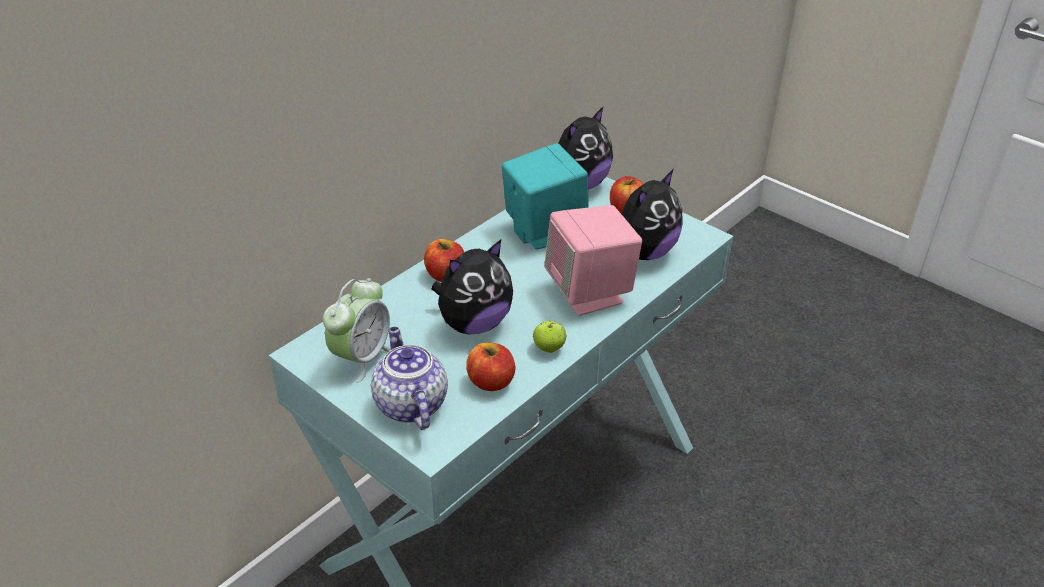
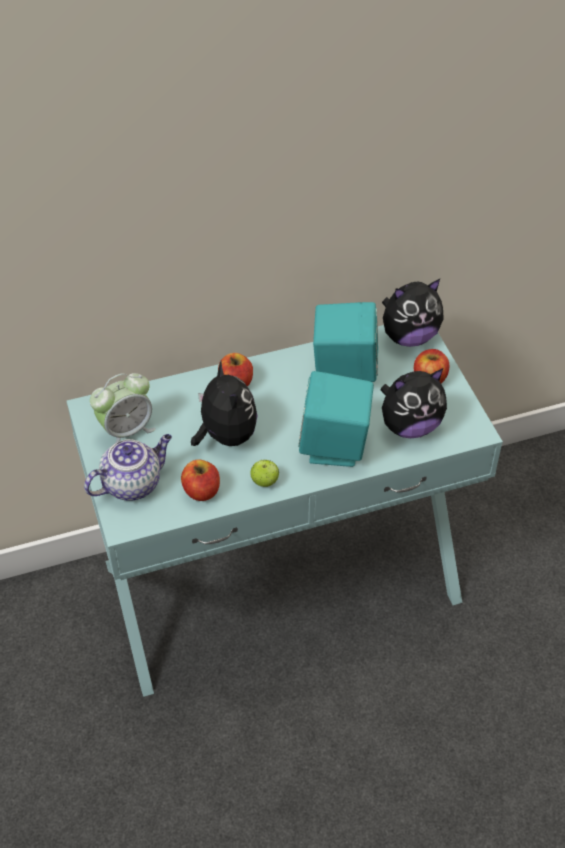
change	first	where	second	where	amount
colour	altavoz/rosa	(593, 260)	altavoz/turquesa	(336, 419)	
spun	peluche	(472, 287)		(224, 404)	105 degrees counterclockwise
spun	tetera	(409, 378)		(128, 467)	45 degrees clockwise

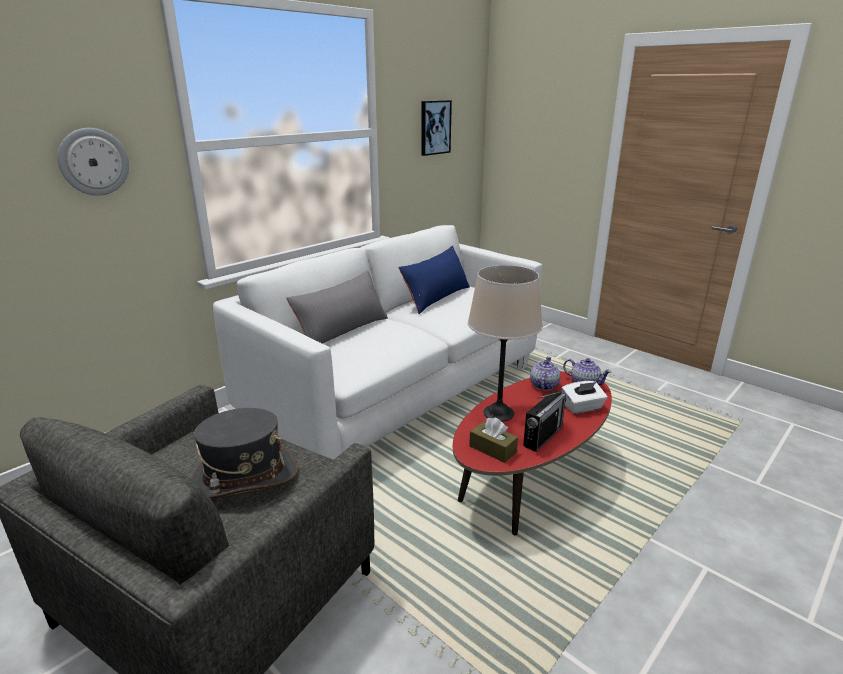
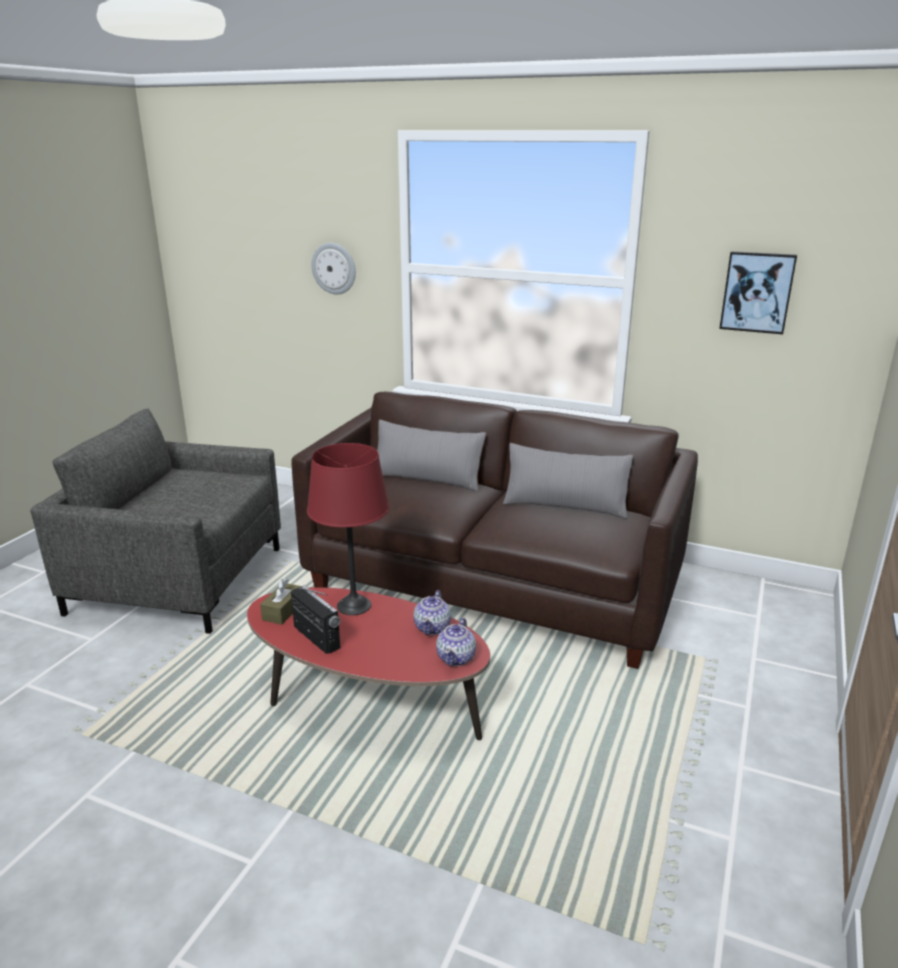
change	first	where	second	where	amount
colour	sofá/blanco	(377, 342)	sofá/marrón	(495, 530)	
colour	cojín/azul	(434, 280)	cojín/gris	(568, 481)	
colour	lámpara de mesa/beis	(505, 343)	lámpara de mesa/rojo	(348, 529)	
spun	tetera	(545, 373)		(432, 612)	105 degrees clockwise
missing	caja de pañuelos/blanco	(584, 397)			
spun	radio	(545, 421)		(315, 619)	150 degrees counterclockwise
missing	sombrero/gris	(244, 453)			

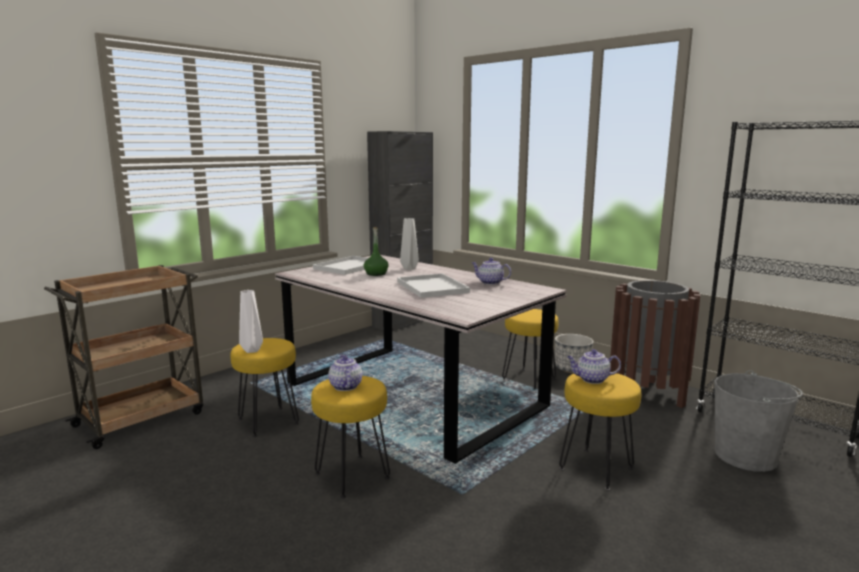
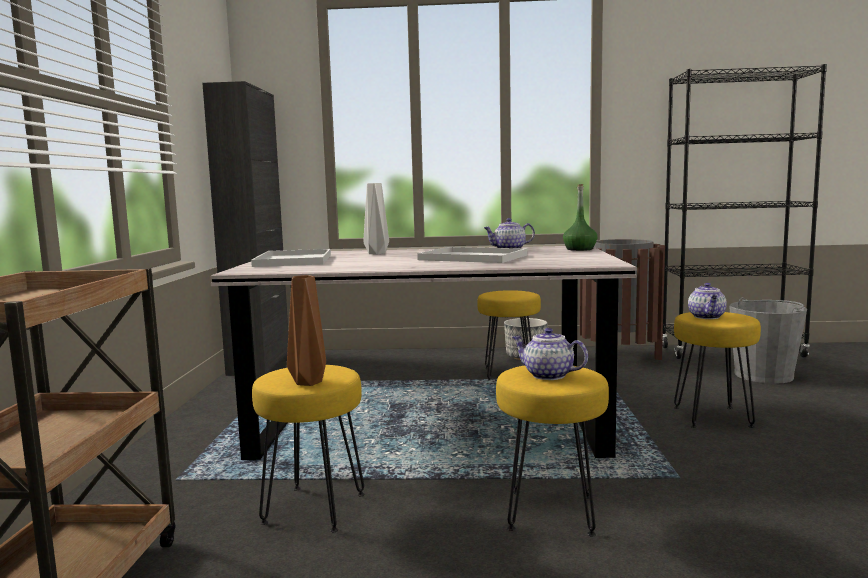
change	first	where	second	where	amount
relocated	botella/verde	(376, 251)		(580, 217)	
colour	florero/blanco	(251, 321)	florero/marrón	(306, 330)	
spun	tetera	(594, 366)		(707, 301)	45 degrees counterclockwise

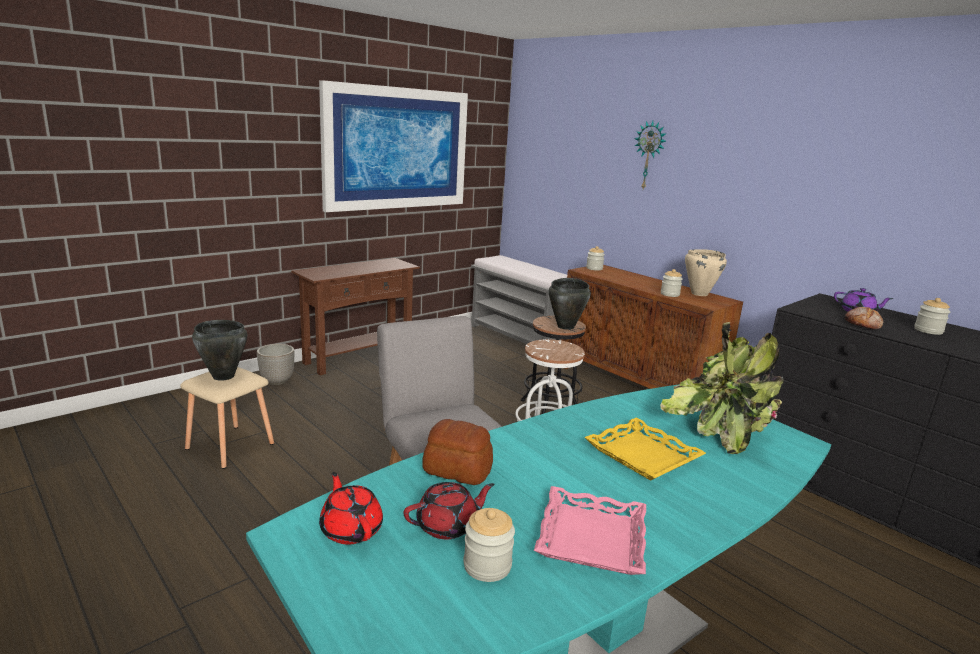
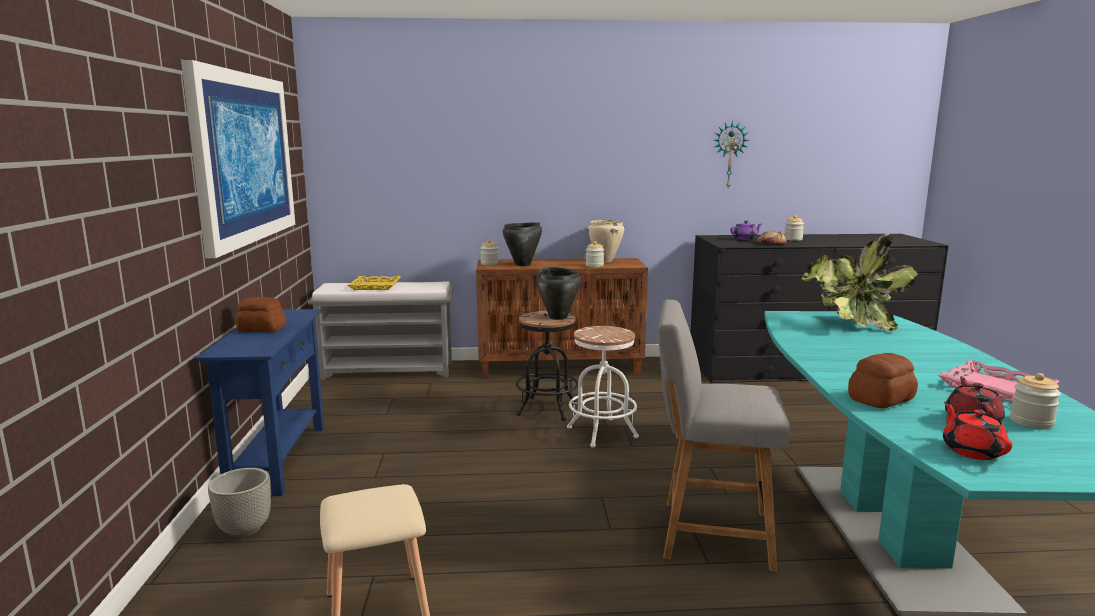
change	first	where	second	where	amount
relocated	reloj de pared	(650, 155)		(731, 154)	
colour	mesa consola/marrón	(355, 316)	mesa consola/azul	(259, 402)	
relocated	olla/negro	(219, 350)		(522, 244)	
relocated	bandeja/amarillo	(645, 449)		(374, 283)	
spun	tetera/rojo	(351, 508)		(977, 431)	75 degrees clockwise
appeared			pan	(260, 314)	

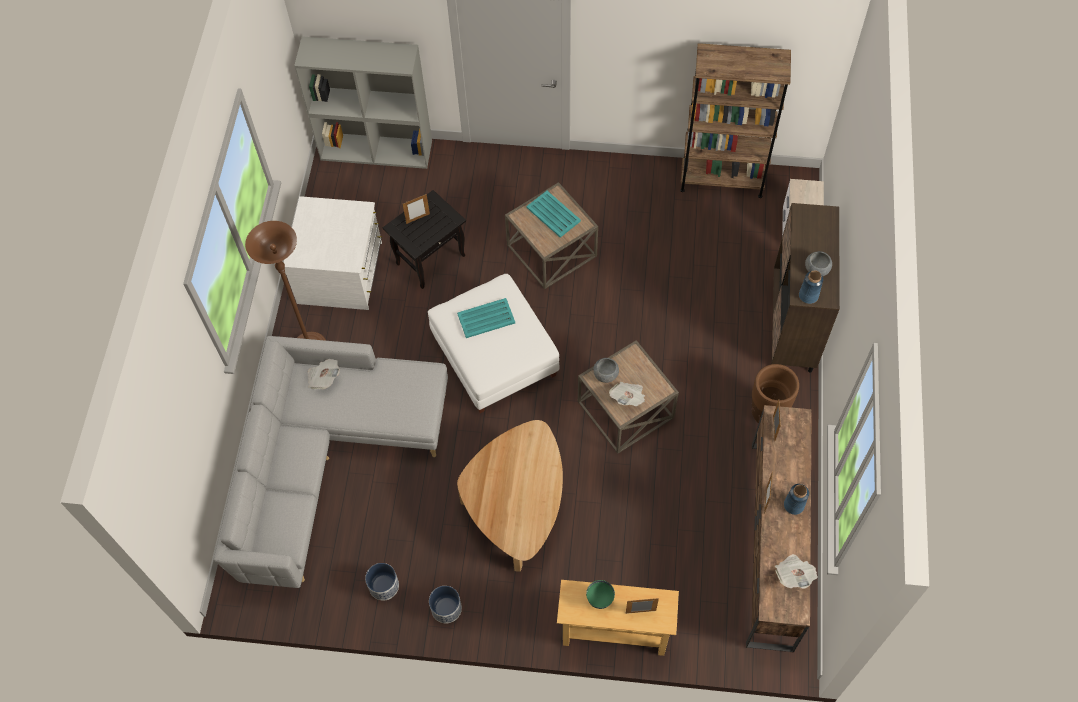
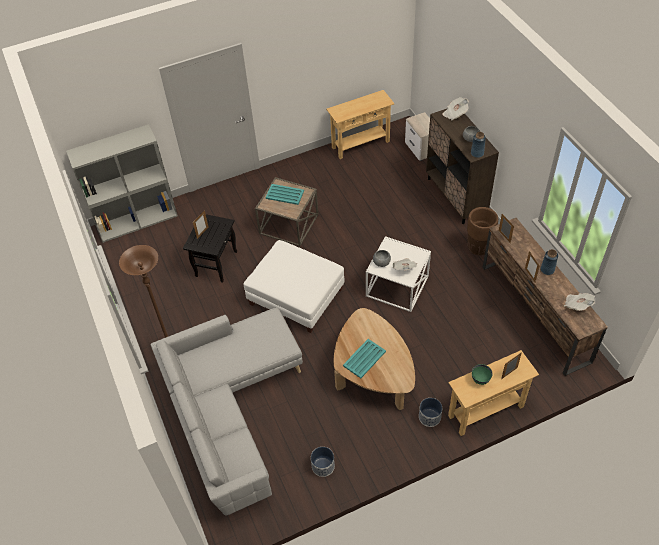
change	first	where	second	where	amount
exchanged	estantería/marrón	(735, 120)	mesa consola/beis	(360, 124)	
missing	cómoda/blanco	(333, 253)			
relocated	bandeja/turquesa	(486, 318)		(364, 358)	
colour	mesa auxiliar/marrón	(628, 397)	mesa auxiliar/blanco	(398, 274)	
relocated	periódico	(324, 374)		(455, 108)	
relocated	maceta	(445, 604)		(430, 412)	

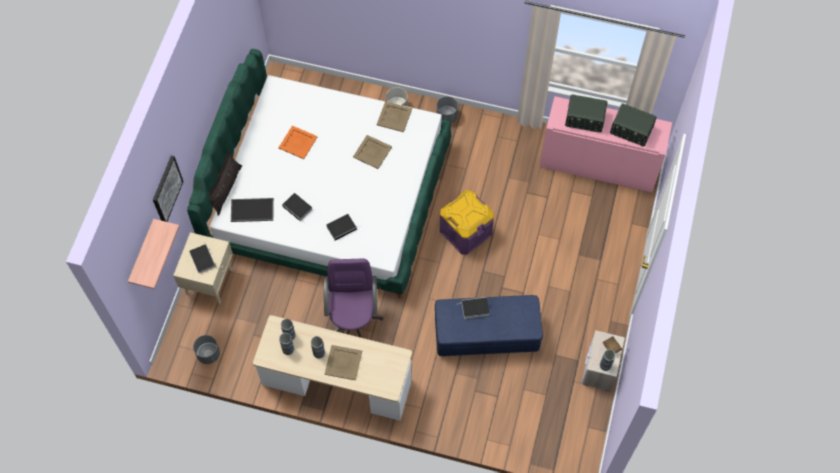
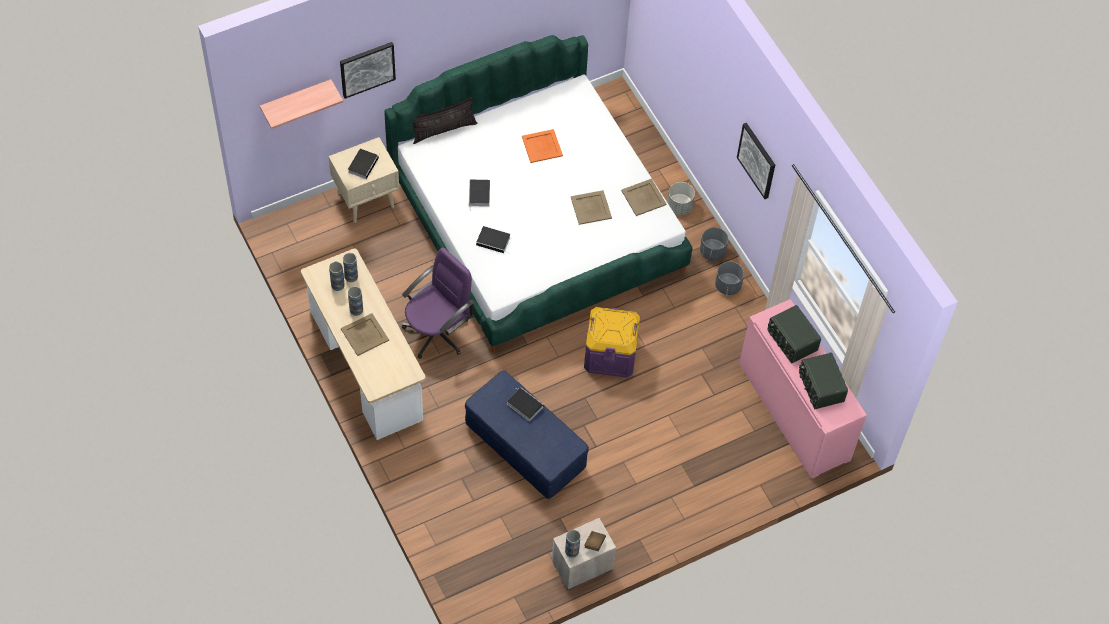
change	first	where	second	where	amount
missing	bandeja	(252, 210)			
relocated	maceta/gris	(206, 349)		(729, 278)	
appeared			cuadro	(756, 161)	

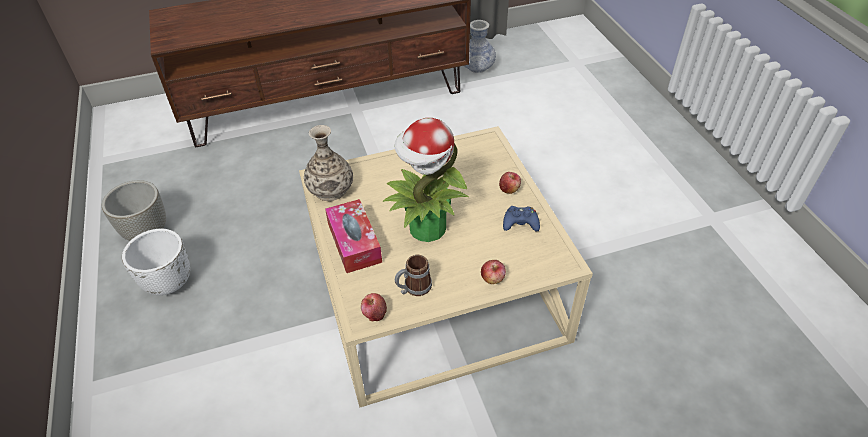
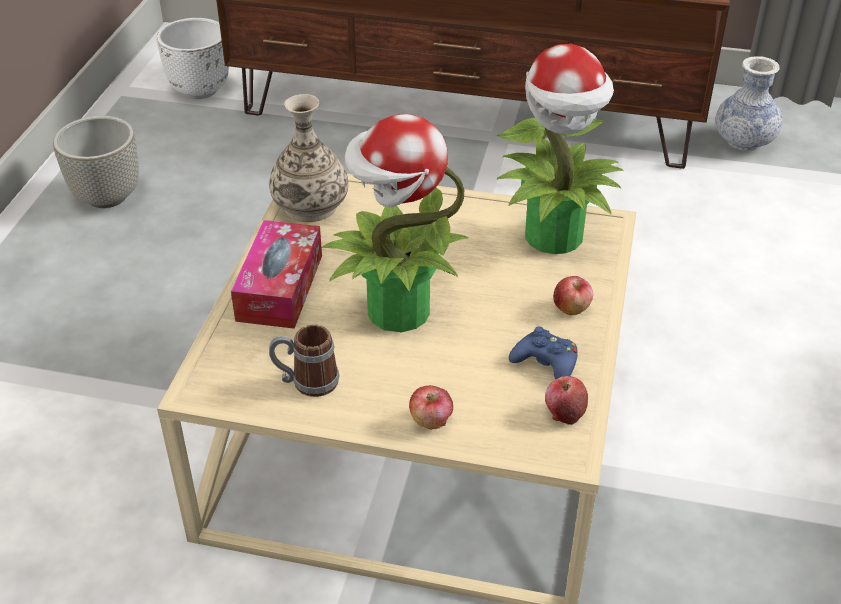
change	first	where	second	where	amount
relocated	maceta/blanco	(156, 262)		(193, 58)	
relocated	manzana	(374, 307)		(566, 400)	
appeared			planta en maceta	(560, 149)	

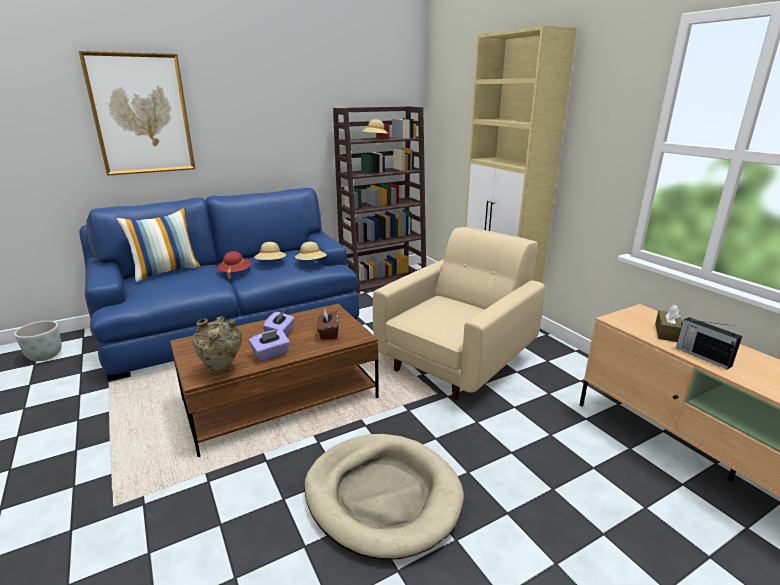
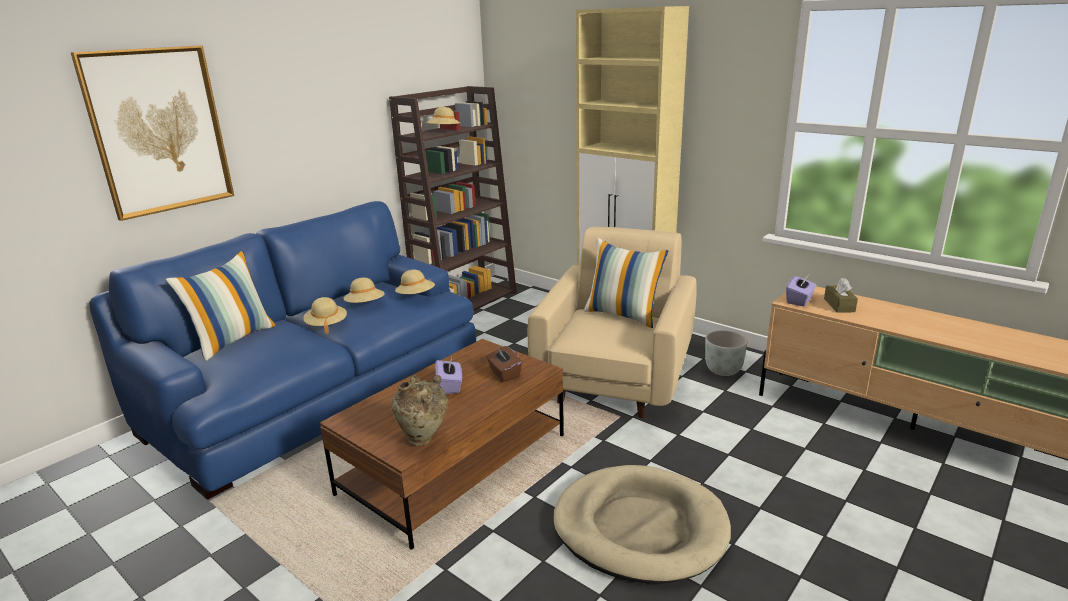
change	first	where	second	where	amount
colour	sombrero/rojo	(234, 265)	sombrero/beis	(325, 315)	
missing	radio	(709, 343)			
relocated	maceta/gris	(38, 341)		(726, 353)	
relocated	caja de pañuelos/morado	(269, 345)		(801, 290)	
appeared			cojín	(626, 283)	

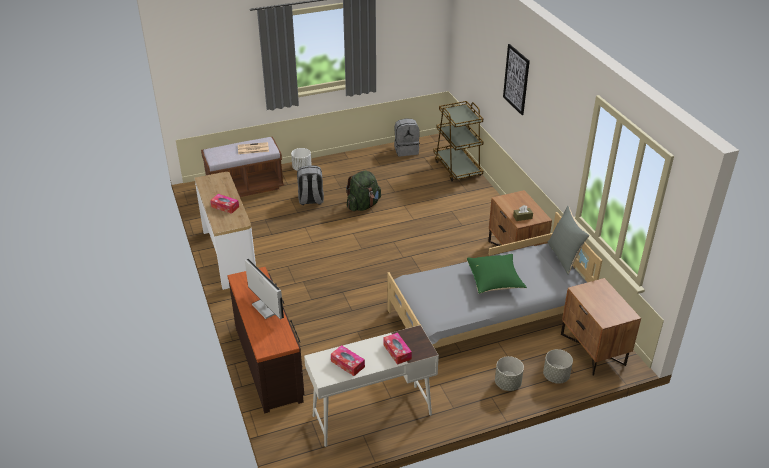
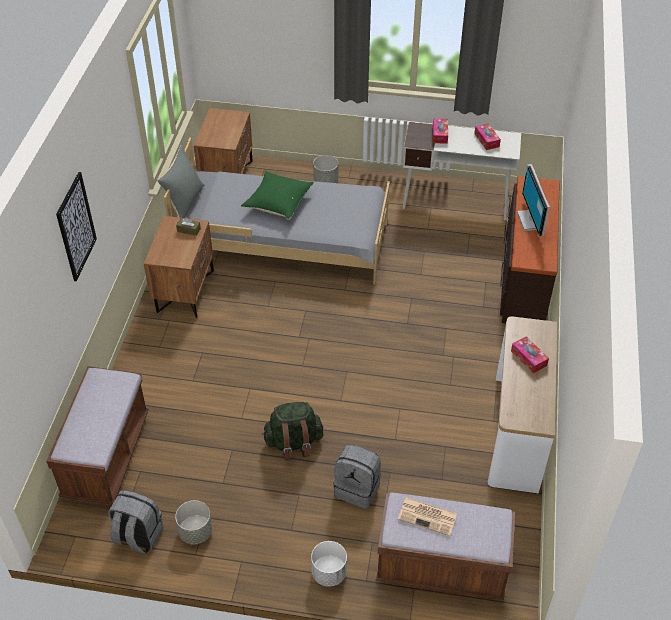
change	first	where	second	where	amount
exchanged	carrito/marrón	(458, 141)	banco/marrón	(97, 435)	
relocated	maceta/gris	(558, 366)		(193, 522)	

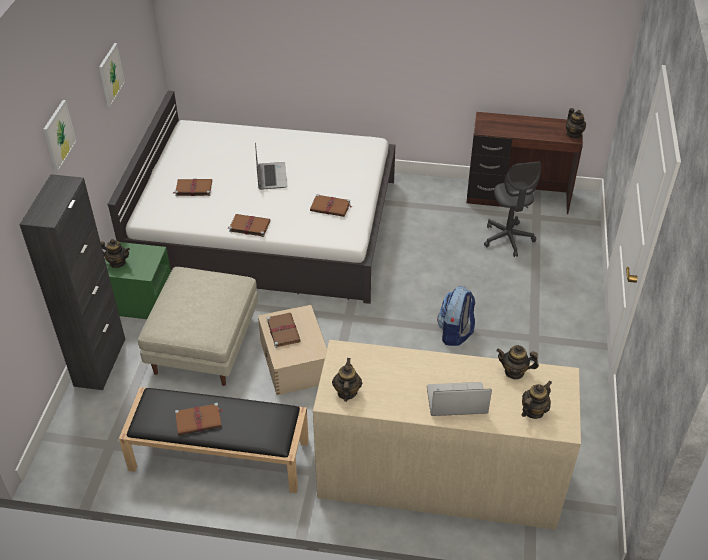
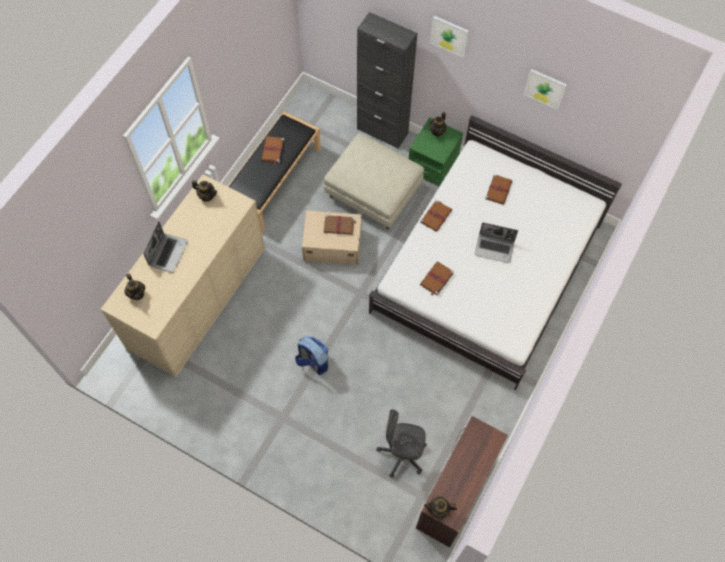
change	first	where	second	where	amount
missing	tetera	(517, 362)			

